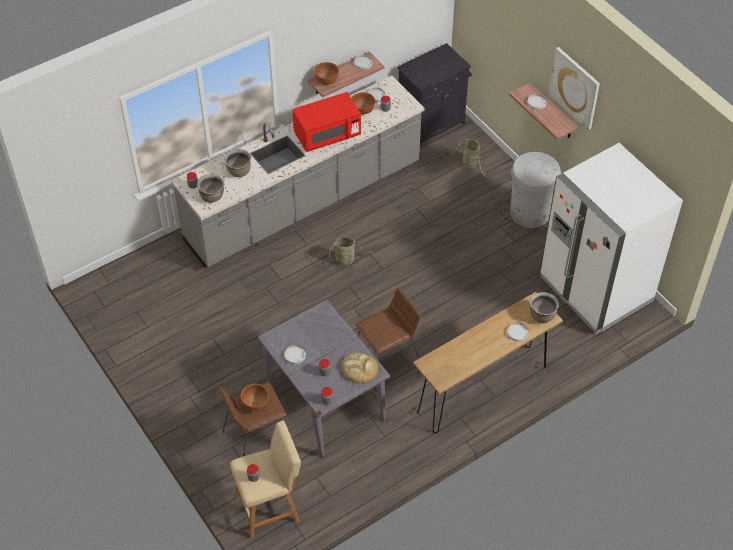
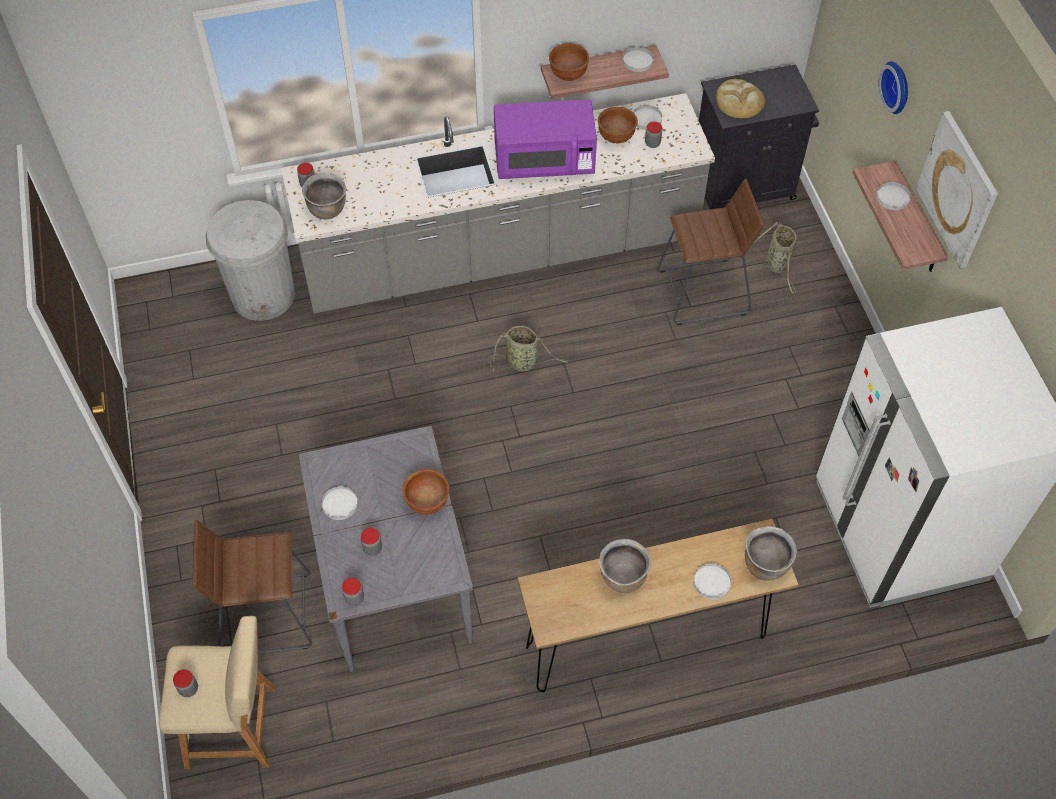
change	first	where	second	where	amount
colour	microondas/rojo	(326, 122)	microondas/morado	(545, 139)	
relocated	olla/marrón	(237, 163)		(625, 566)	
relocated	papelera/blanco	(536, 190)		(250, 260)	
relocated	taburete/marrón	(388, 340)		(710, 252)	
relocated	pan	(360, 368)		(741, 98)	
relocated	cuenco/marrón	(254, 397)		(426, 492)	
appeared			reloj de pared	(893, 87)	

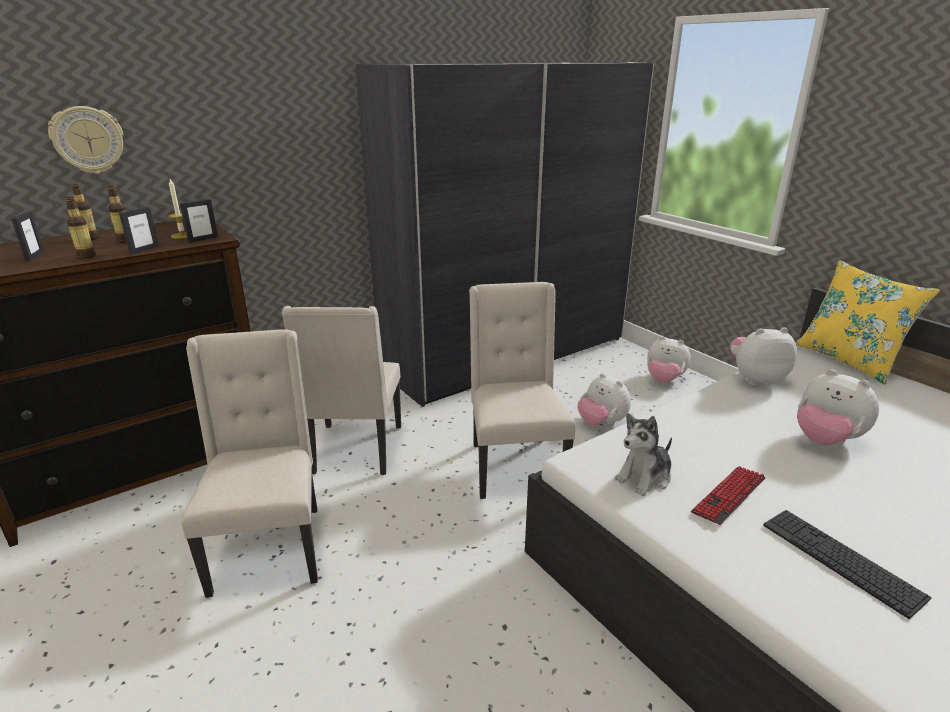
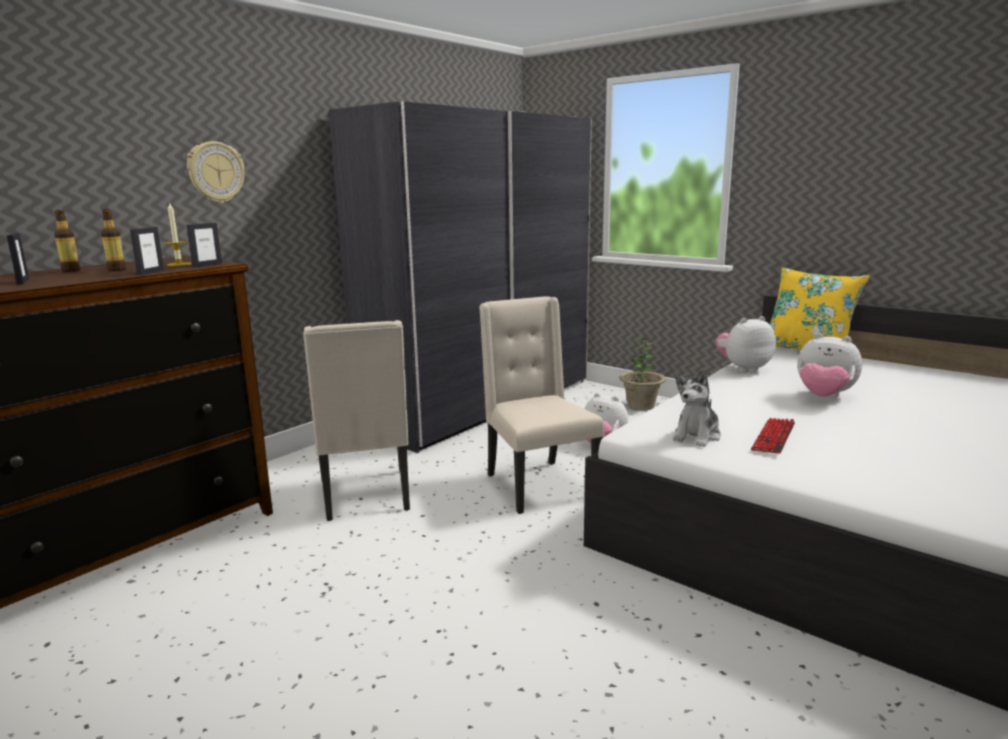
change	first	where	second	where	amount
relocated	reloj de pared	(85, 140)		(216, 172)	
missing	botella	(80, 228)			
missing	silla/beis	(249, 463)			
exchanged	peluche	(669, 359)	planta en maceta	(642, 374)	
missing	teclado	(847, 564)			

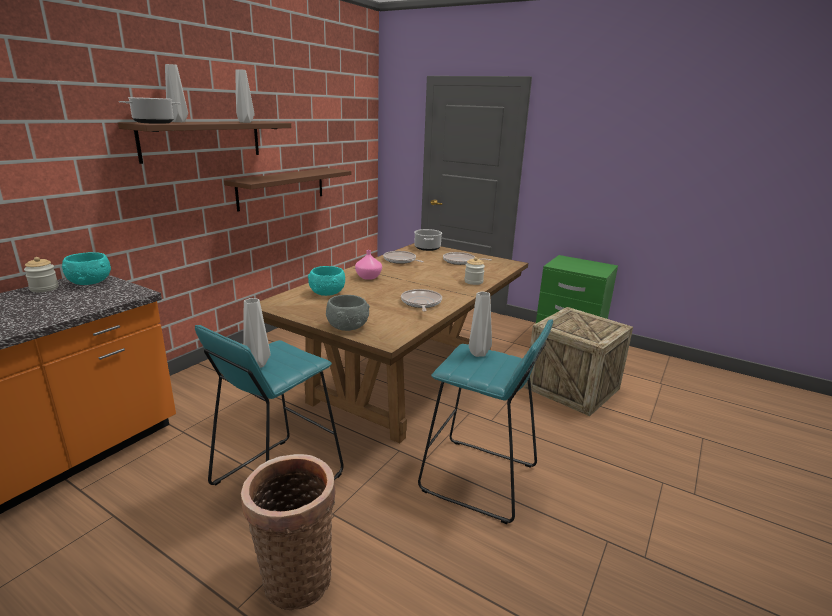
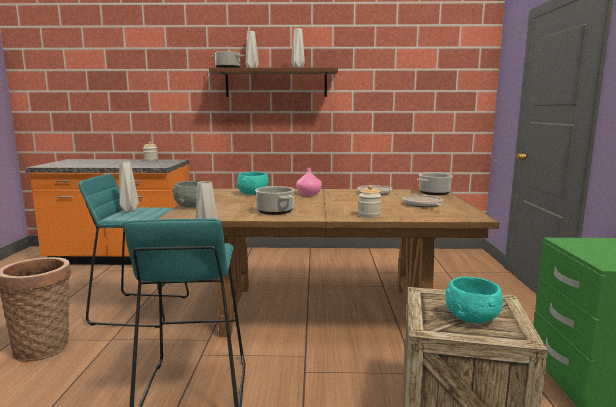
change	first	where	second	where	amount
missing	estante/marrón	(287, 190)			
relocated	cuenco/turquesa	(86, 268)		(474, 300)	
exchanged	sartén	(421, 300)	olla	(274, 200)	

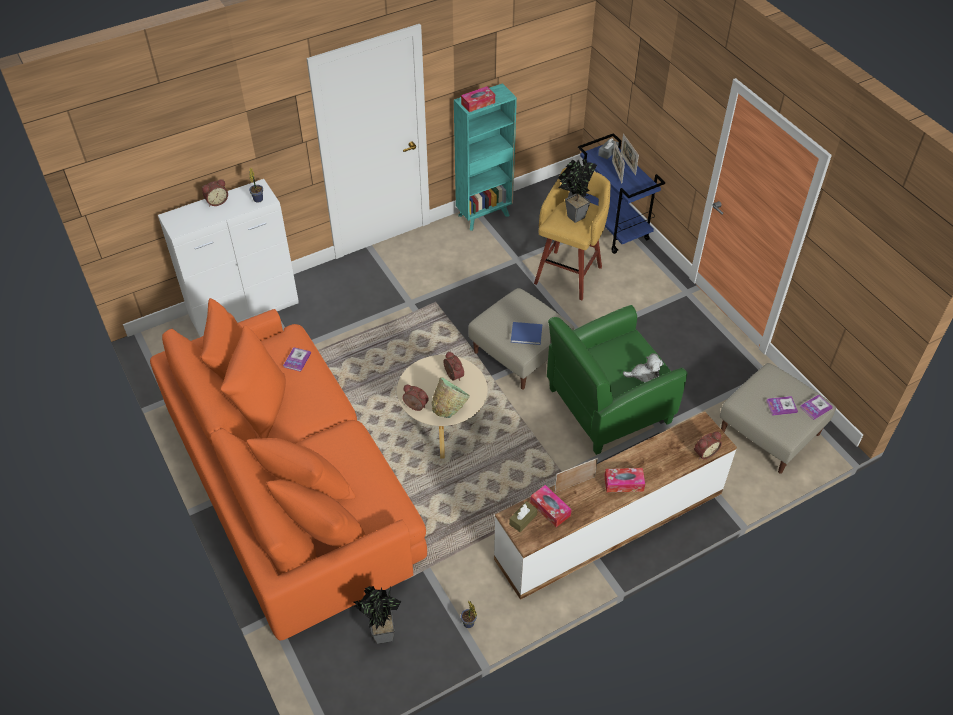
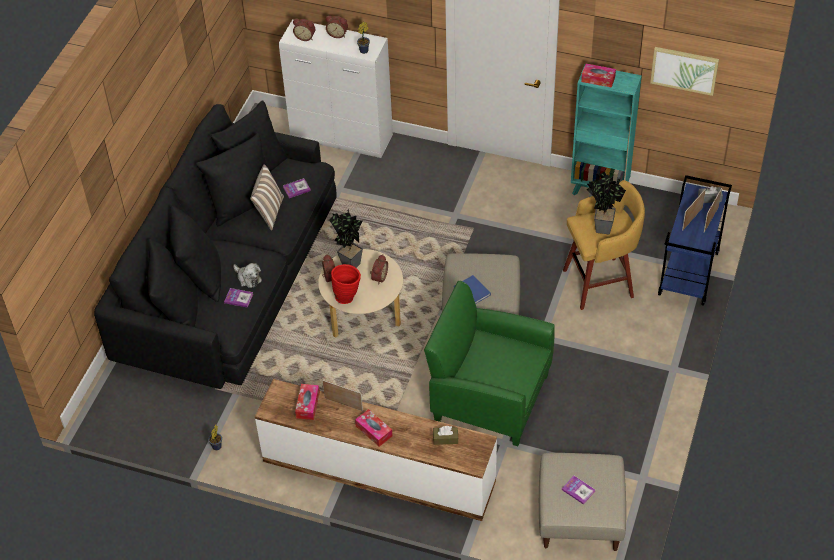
change	first	where	second	where	amount
colour	sofá/naranja	(288, 469)	sofá/negro	(215, 244)	
relocated	peluche	(643, 367)		(247, 275)	
exchanged	cuenco/verde	(451, 397)	florero/rojo	(346, 284)	
relocated	libro	(816, 407)		(238, 298)	
relocated	despertador	(708, 446)		(304, 29)	
relocated	caja de pañuelos/marrón	(523, 516)		(445, 435)	
relocated	planta en maceta	(377, 615)		(346, 239)	
appeared			cuadro	(684, 71)	
appeared			cojín	(267, 197)	

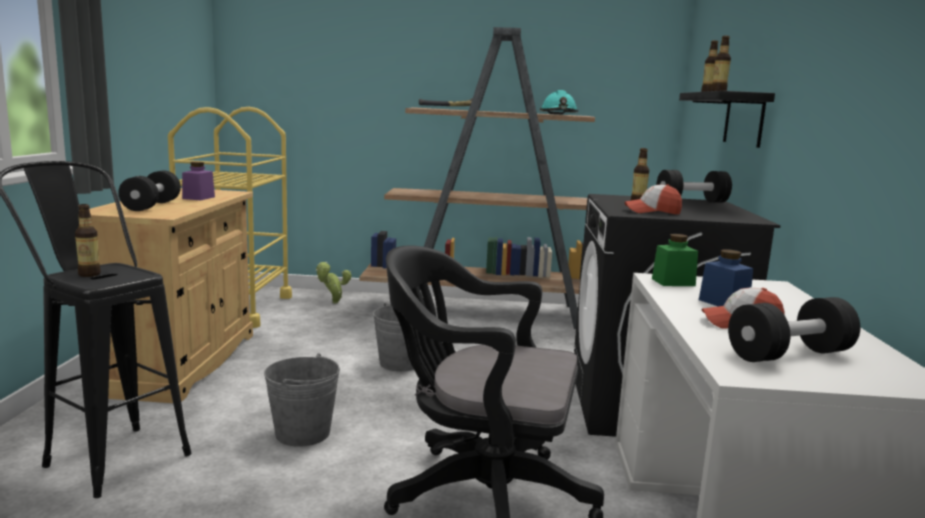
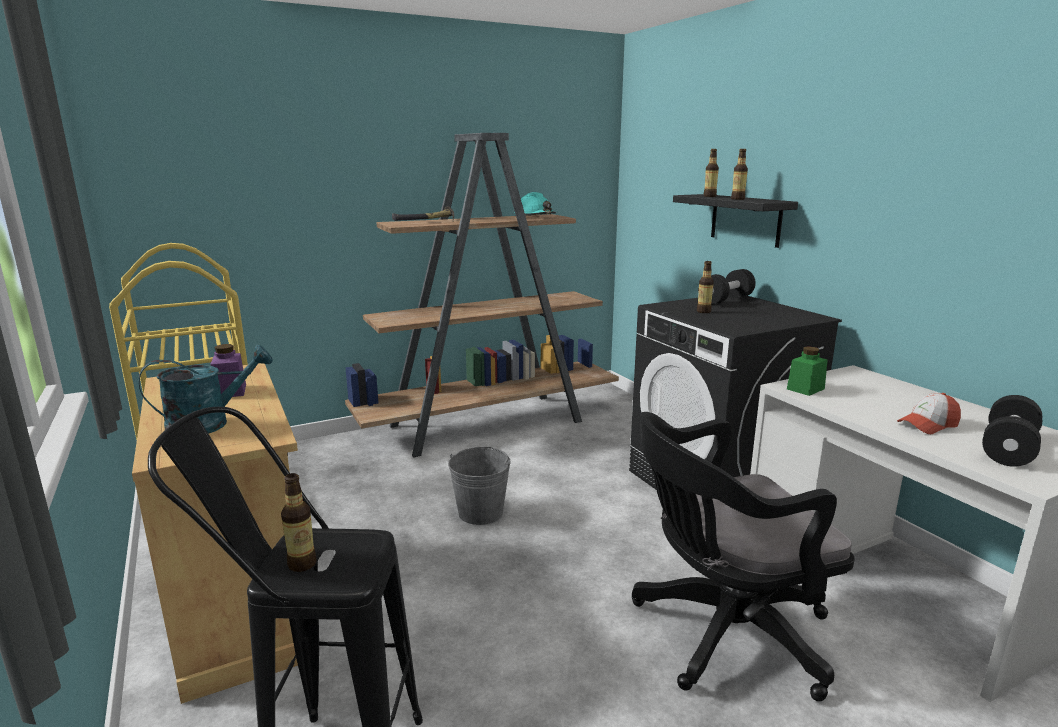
change	first	where	second	where	amount
exchanged	mancuerna/negro	(149, 190)	regadera/turquesa	(206, 389)	
missing	gorra	(653, 199)			
missing	tarro/azul	(726, 277)			
missing	planta en maceta	(333, 282)			
missing	cubo/gris	(302, 400)			

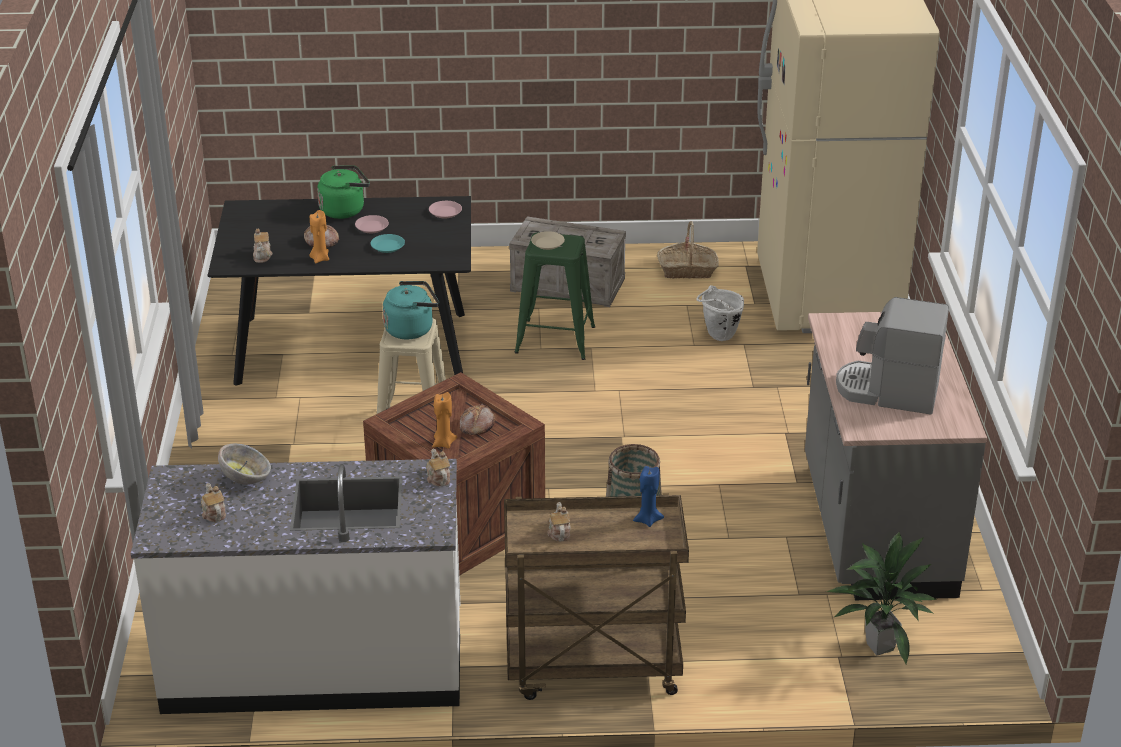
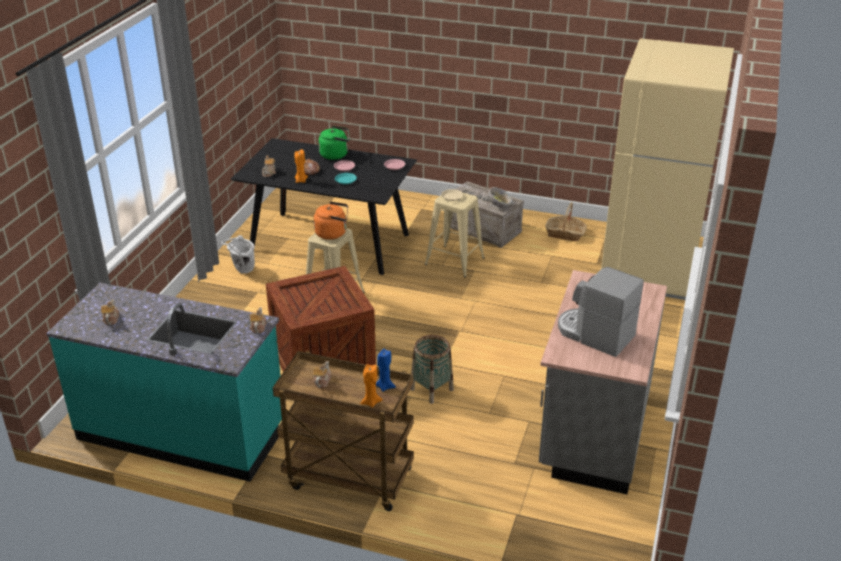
change	first	where	second	where	amount
colour	taburete/verde	(554, 296)	taburete/beis	(455, 234)	
colour	hervidor/turquesa	(411, 310)	hervidor/naranja	(331, 220)	
relocated	cubo/blanco	(720, 313)		(238, 254)	
relocated	vela/naranja	(444, 420)		(371, 386)	
missing	pan	(477, 419)			
relocated	cuenco	(244, 464)		(500, 197)	
colour	mueble bajo de cocina/blanco	(295, 586)	mueble bajo de cocina/turquesa	(164, 382)	
missing	planta en maceta	(882, 598)			

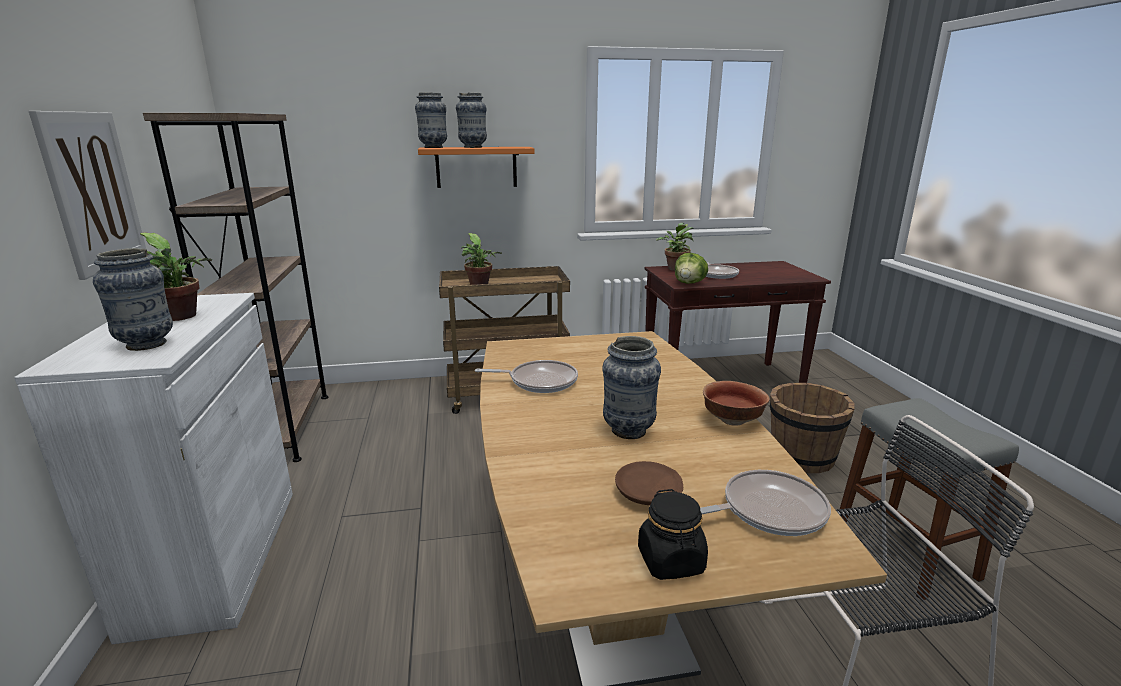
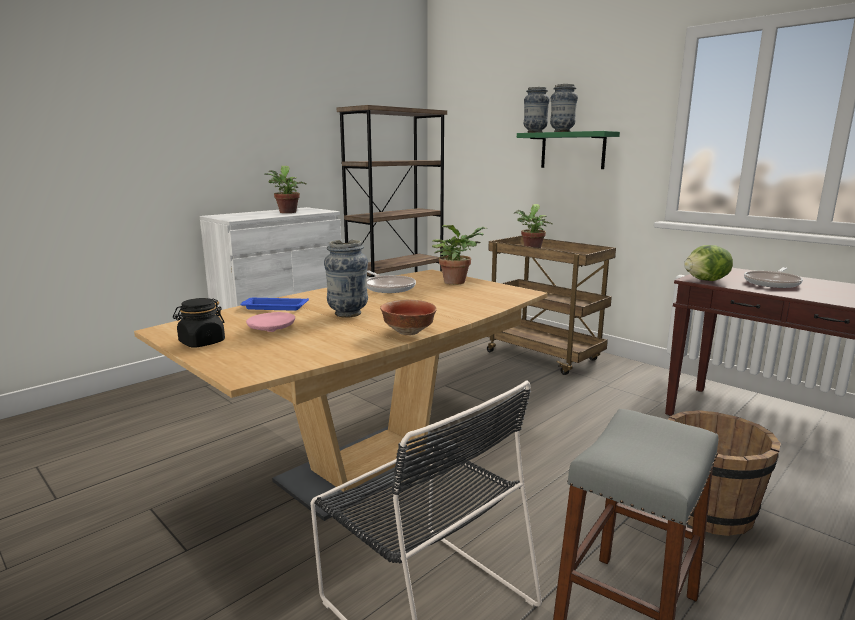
change	first	where	second	where	amount
missing	cuadro	(87, 195)			
colour	estante/naranja	(476, 167)	estante/verde	(568, 150)	
relocated	planta en maceta	(675, 247)		(459, 255)	
missing	florero	(133, 299)			
colour	plato/marrón	(649, 483)	plato/rosa	(270, 322)	
missing	sartén	(765, 503)			
appeared			bandeja/azul	(274, 304)	

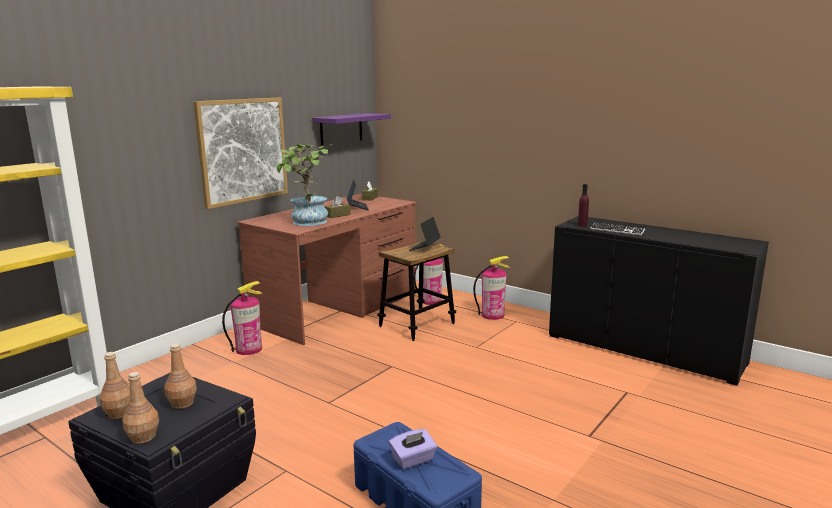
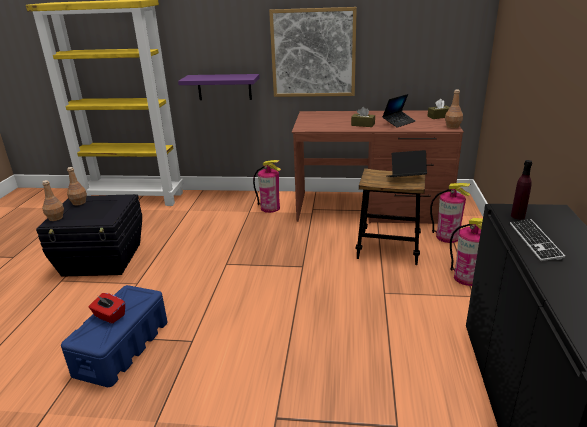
change	first	where	second	where	amount
relocated	estante/morado	(351, 129)		(219, 87)	
missing	planta en maceta	(304, 185)			
relocated	botella/marrón	(180, 376)		(454, 109)	
colour	caja de pañuelos/morado	(413, 449)	caja de pañuelos/rojo	(107, 308)	

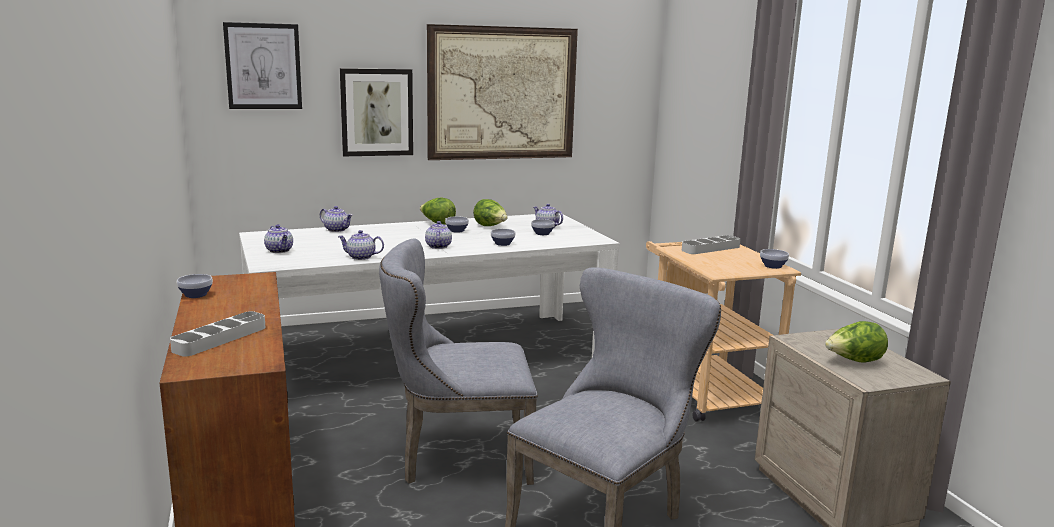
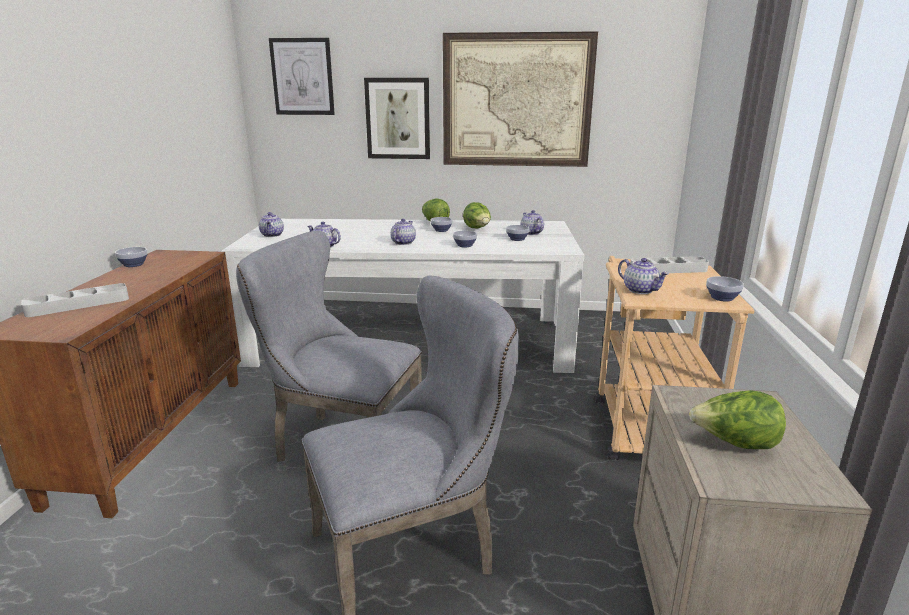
change	first	where	second	where	amount
relocated	tetera	(336, 219)		(643, 276)	

